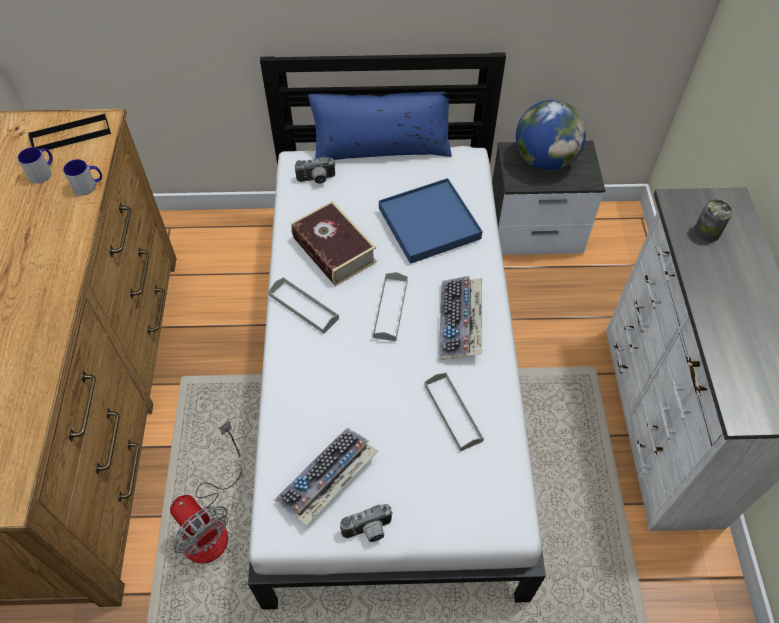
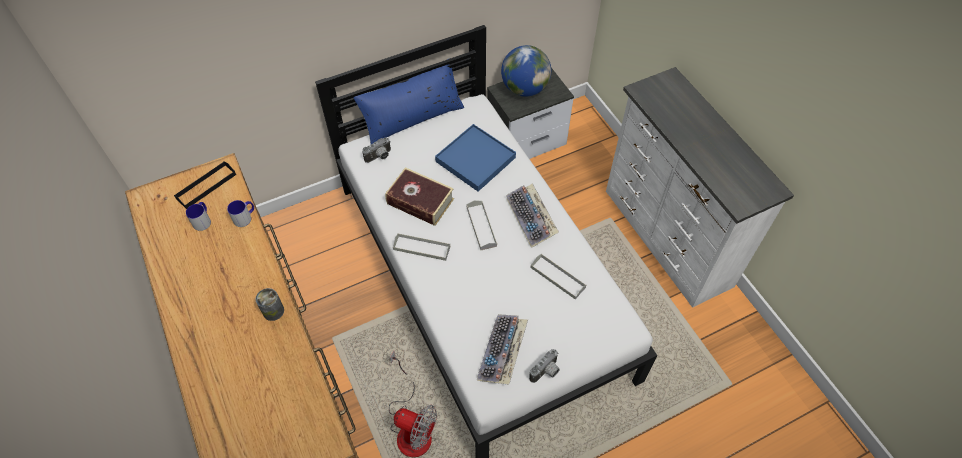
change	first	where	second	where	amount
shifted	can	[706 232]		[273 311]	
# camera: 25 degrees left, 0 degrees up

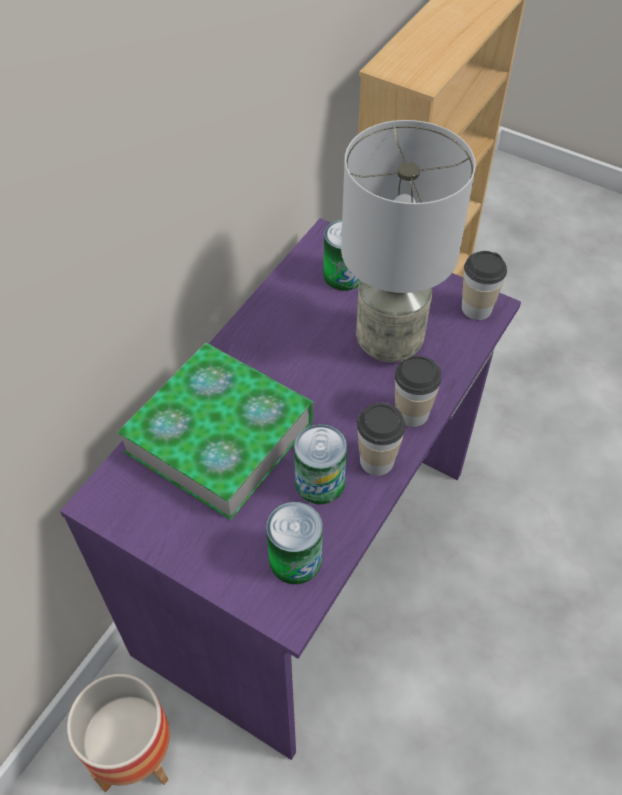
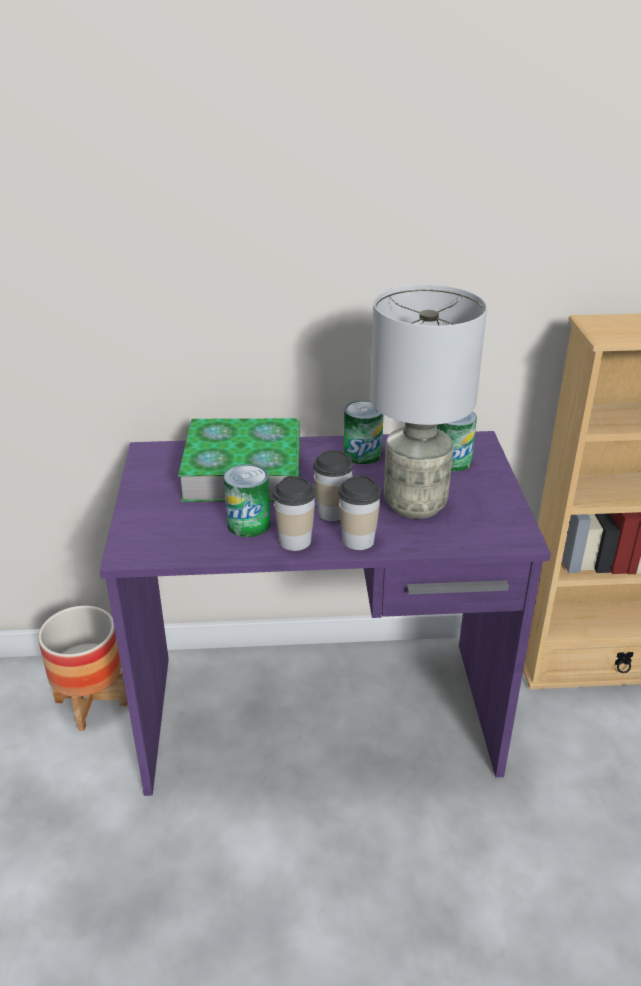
change	first	where	second	where	amount
shifted	can	[295 559]		[362 454]	
shifted	cup	[476 308]		[332 512]	
# camera: 55 degrees right, 20 degrees down

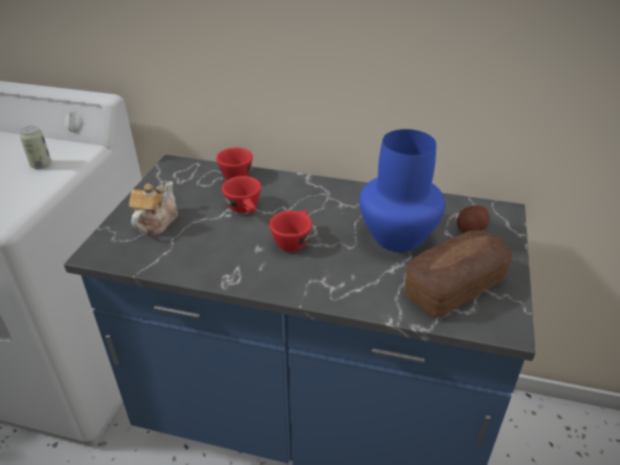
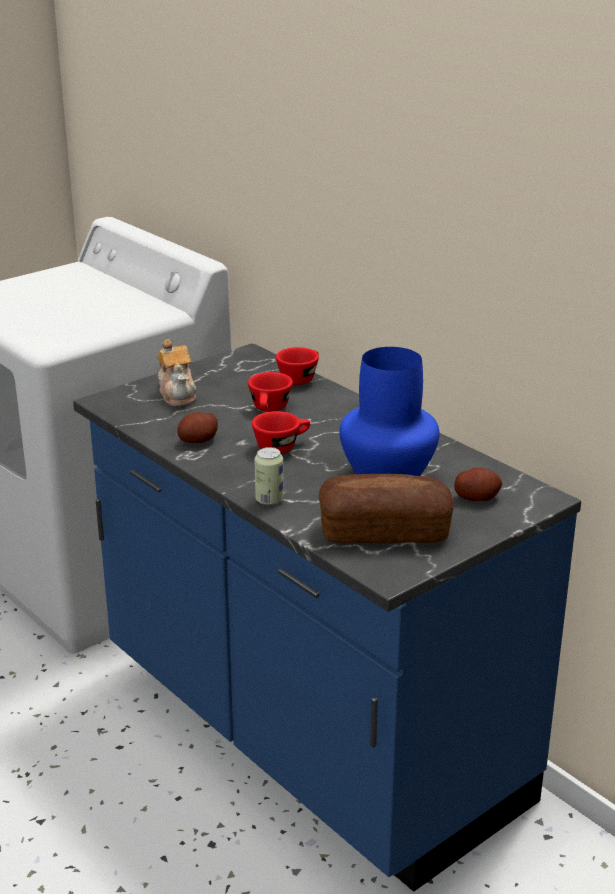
change	first	where	second	where	amount
new			potato	[198 441]	
shifted	can	[41 165]		[269 500]	
rotated	teapot	[156 222]		[178 394]	105 degrees clockwise
# camera: 35 degrees right, 10 degrees down

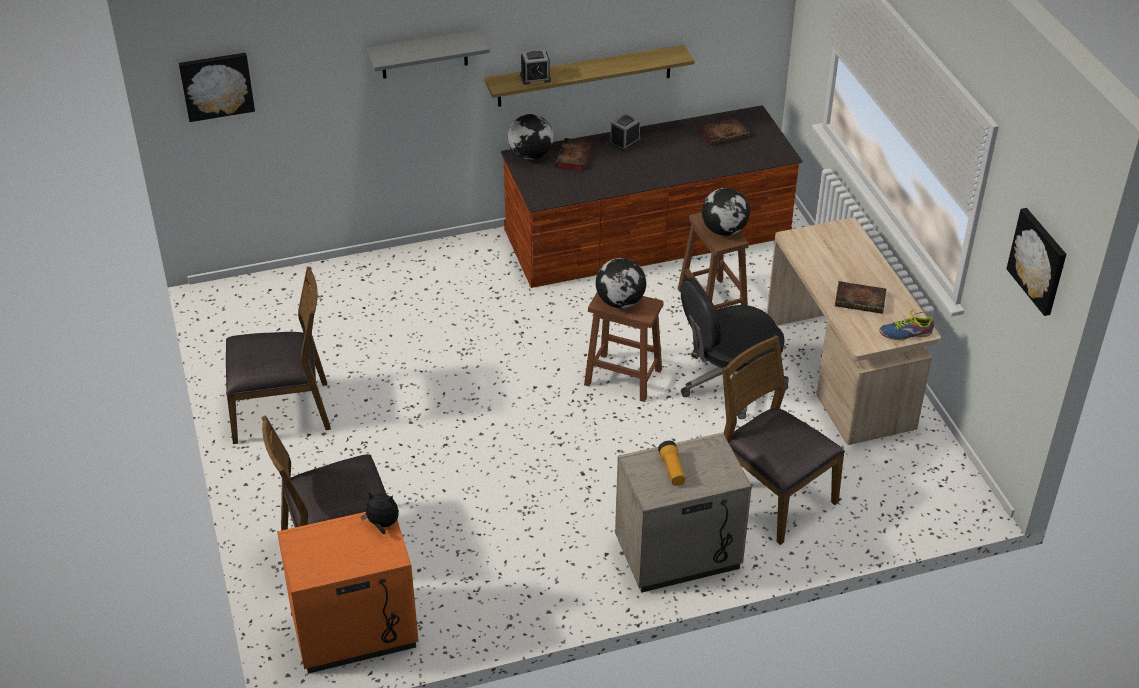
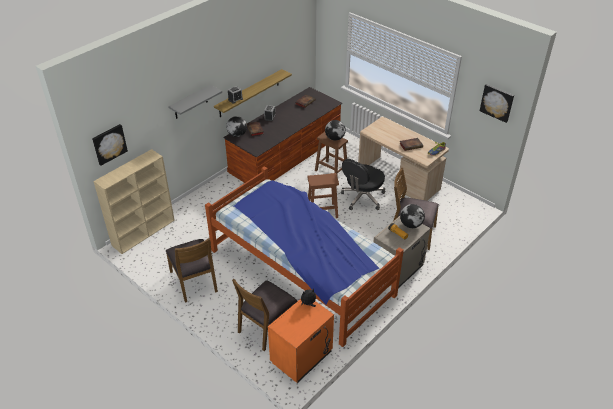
change	first	where	second	where	amount
new			beige_bookcase	[144 232]	
new			bed	[301 271]	
shifted	globe	[621 302]		[411 224]	
rotated	brown_chair	[281 410]		[194 281]	105 degrees clockwise
# camera: 30 degrees left, 0 degrees up

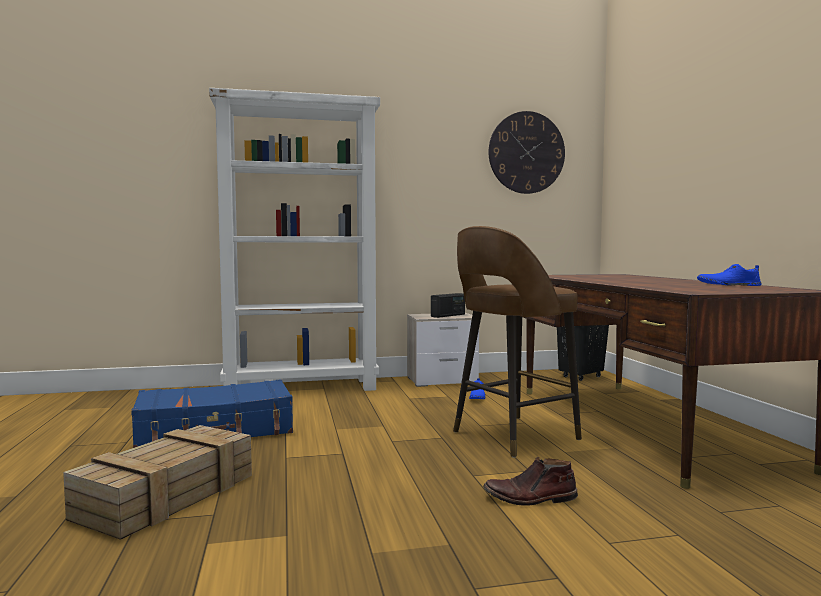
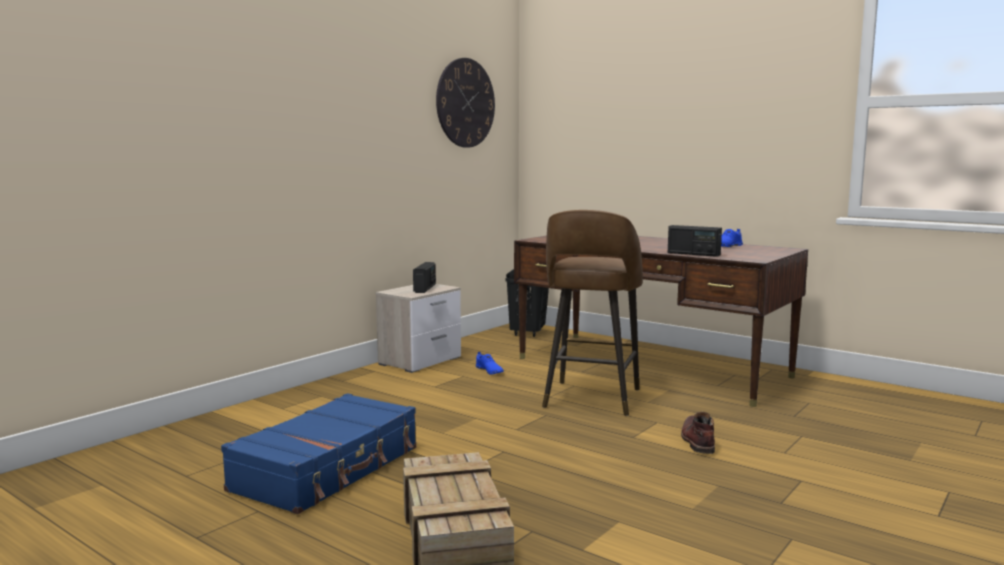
change	first	where	second	where	amount
gone	white_bookcase	[302 388]			
new			radio	[693 254]	
rotated	brown_boot	[530 498]		[697 441]	135 degrees clockwise
# camera: 40 degrees left, 5 degrees up

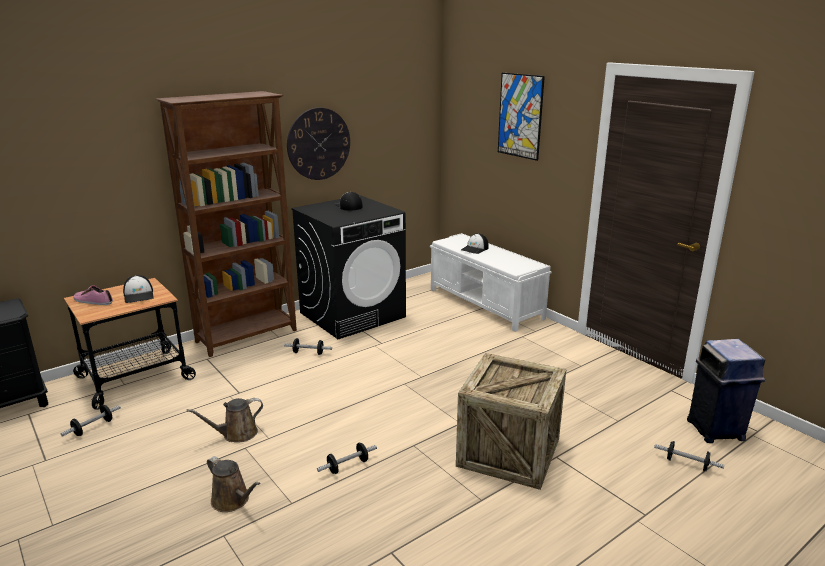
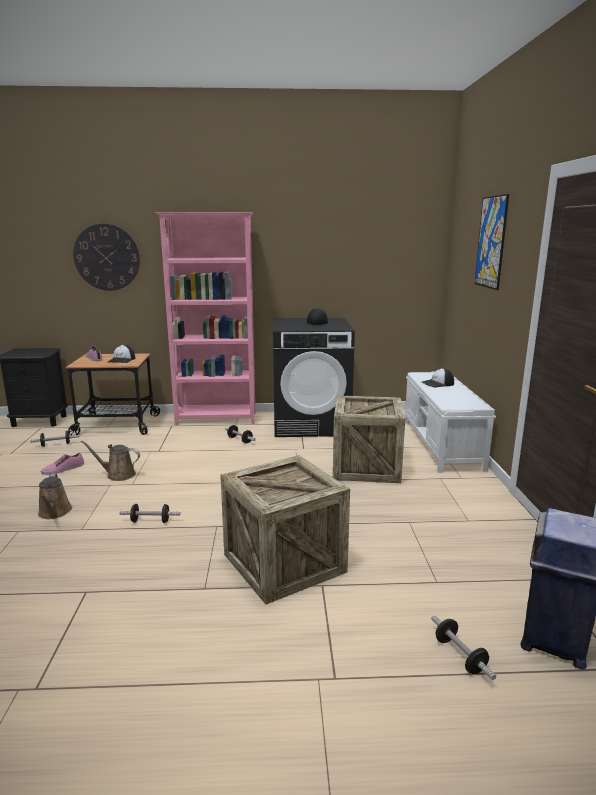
change	first	where	second	where	amount
new			shoe	[63 469]	
new			crate	[366 467]	
shifted	wall_clock	[318 144]		[107 257]	
repainted	brown_bookcase	[248 336]	pink_bookcase	[217 419]	
# camera: 35 degrees right, 5 degrees down

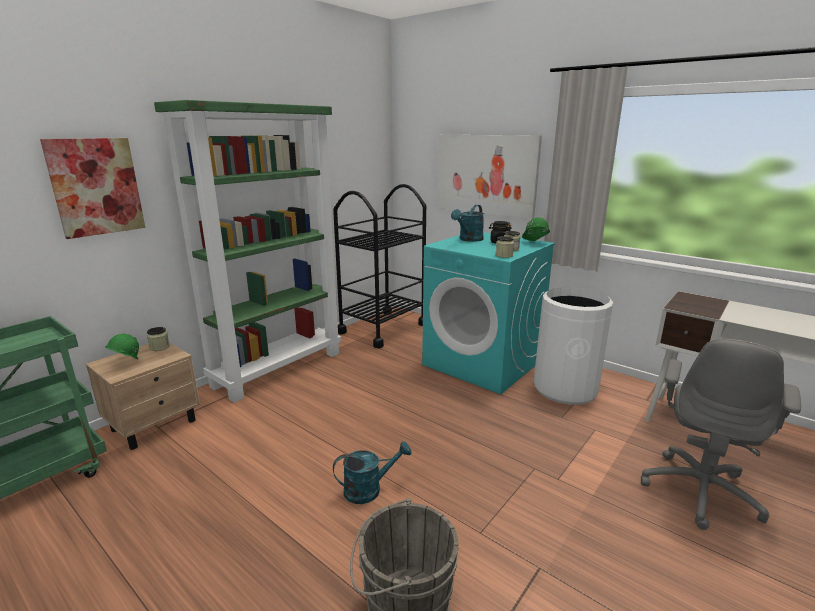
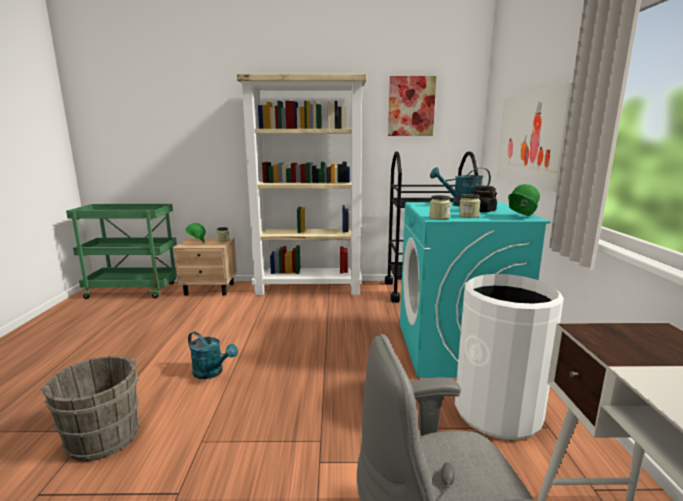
change	first	where	second	where	amount
shifted	picture	[96 187]		[411 106]	
repainted	green_bookcase	[279 368]	beige_bookcase	[309 288]	
# camera: 50 degrees right, 5 degrees down

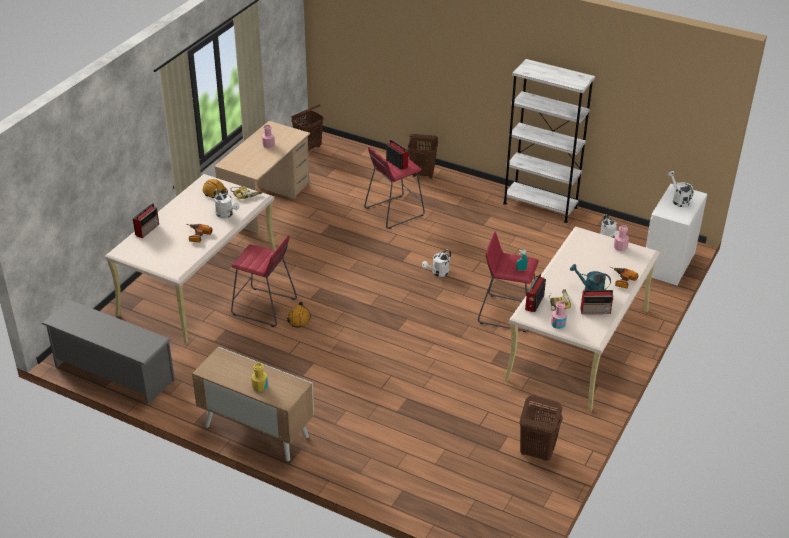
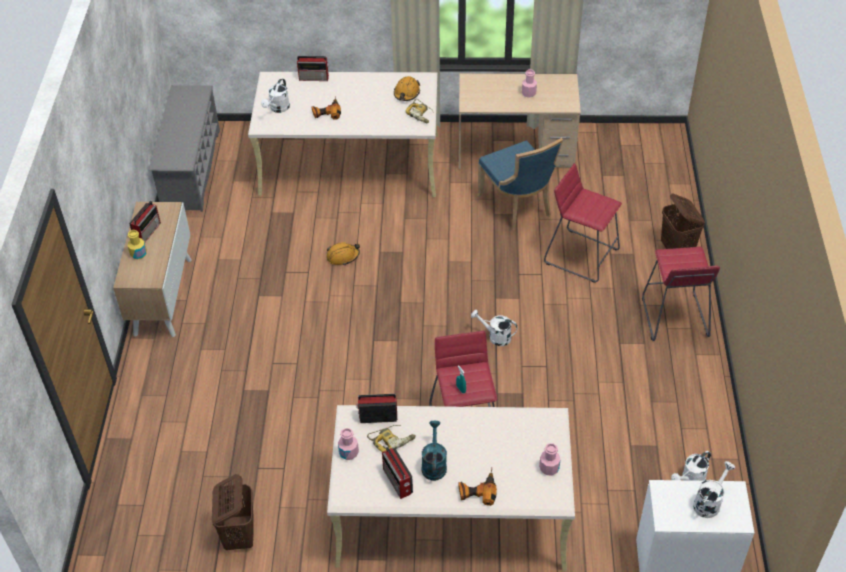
change	first	where	second	where	amount
gone	brown_laundry_basket	[308 148]			
gone	white_bookcase	[540 205]			
new			blue_chair	[517 206]	
shifted	white_watering_can	[226 214]		[278 109]	
shifted	red_stool	[264 307]		[674 317]	
shifted	radio	[396 163]		[148 231]	
# camera: 65 degrees right, 10 degrees up

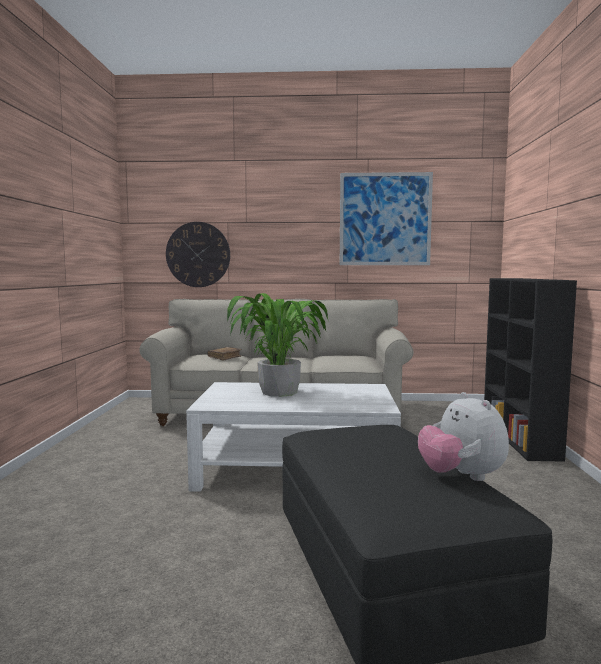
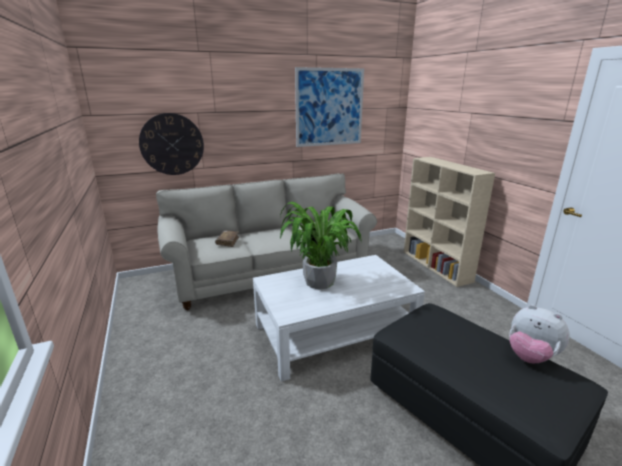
change	first	where	second	where	amount
repainted	black_bookcase	[520 438]	beige_bookcase	[436 266]	
# camera: 25 degrees left, 15 degrees up

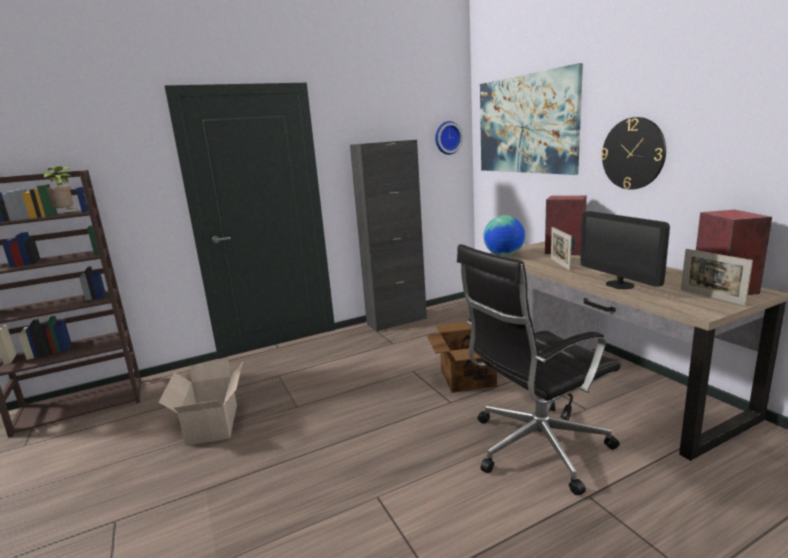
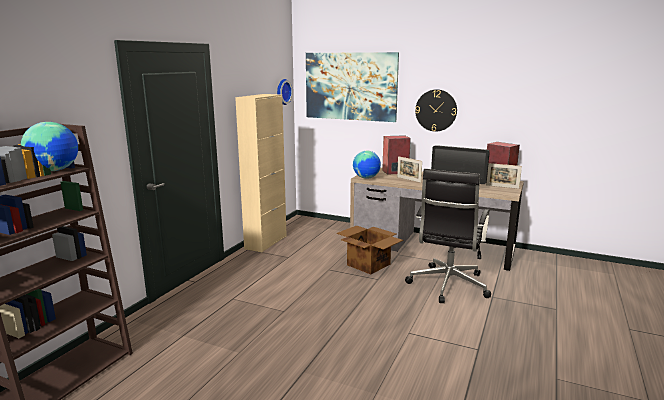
change	first	where	second	where	amount
gone	cardboard_box	[212 425]			
swapped	potted_plant	[67 213]	globe	[55 170]	
repainted	black_cabinet	[396 321]	beige_cabinet	[266 242]	
# camera: 40 degrees left, 0 degrees up

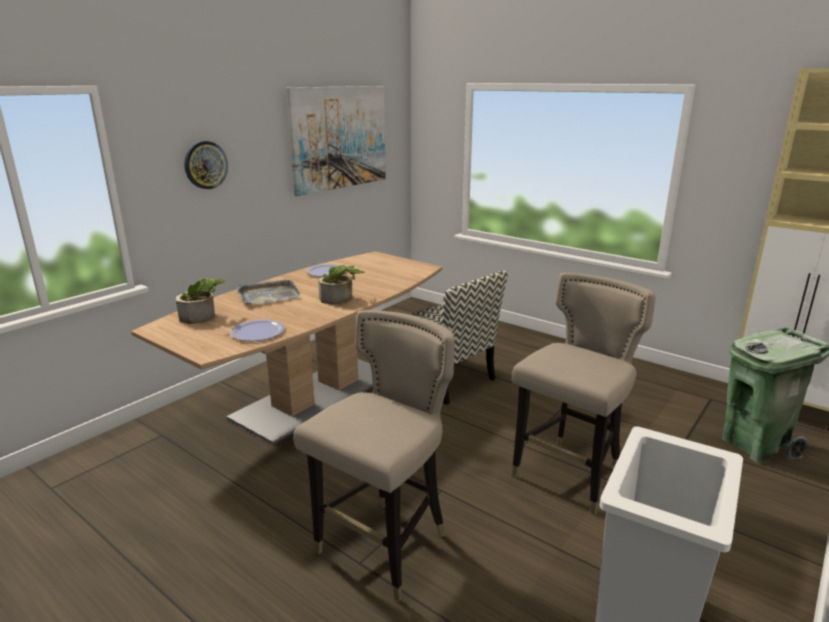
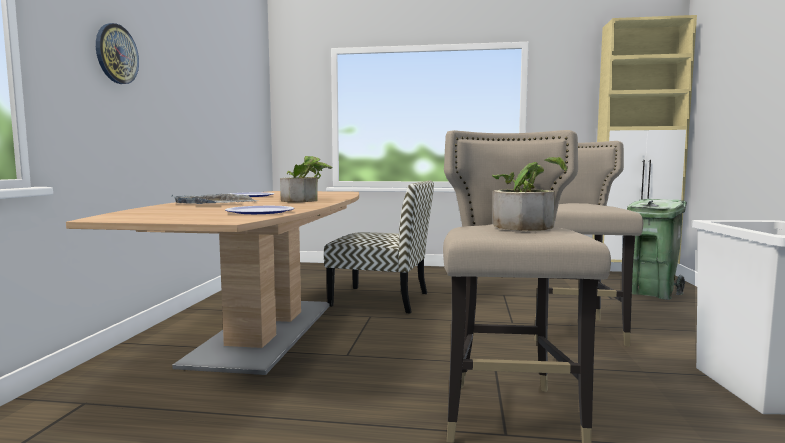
change	first	where	second	where	amount
gone	picture	[339 138]			
shifted	potted_plant	[203 316]		[525 225]	
# camera: 30 degrees left, 15 degrees down

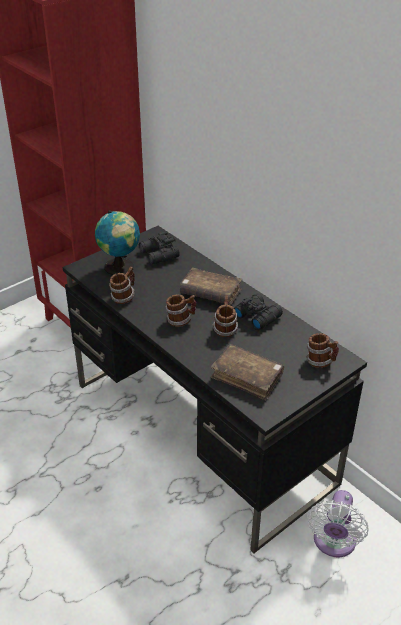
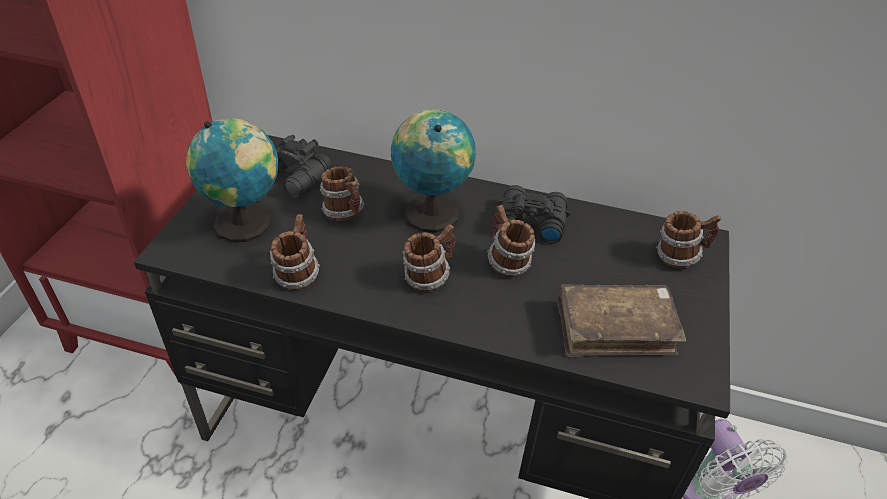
change	first	where	second	where	amount
new			mug	[345 213]	
swapped	brown_book	[210 293]	globe	[430 211]	
# camera: 35 degrees left, 5 degrees up

